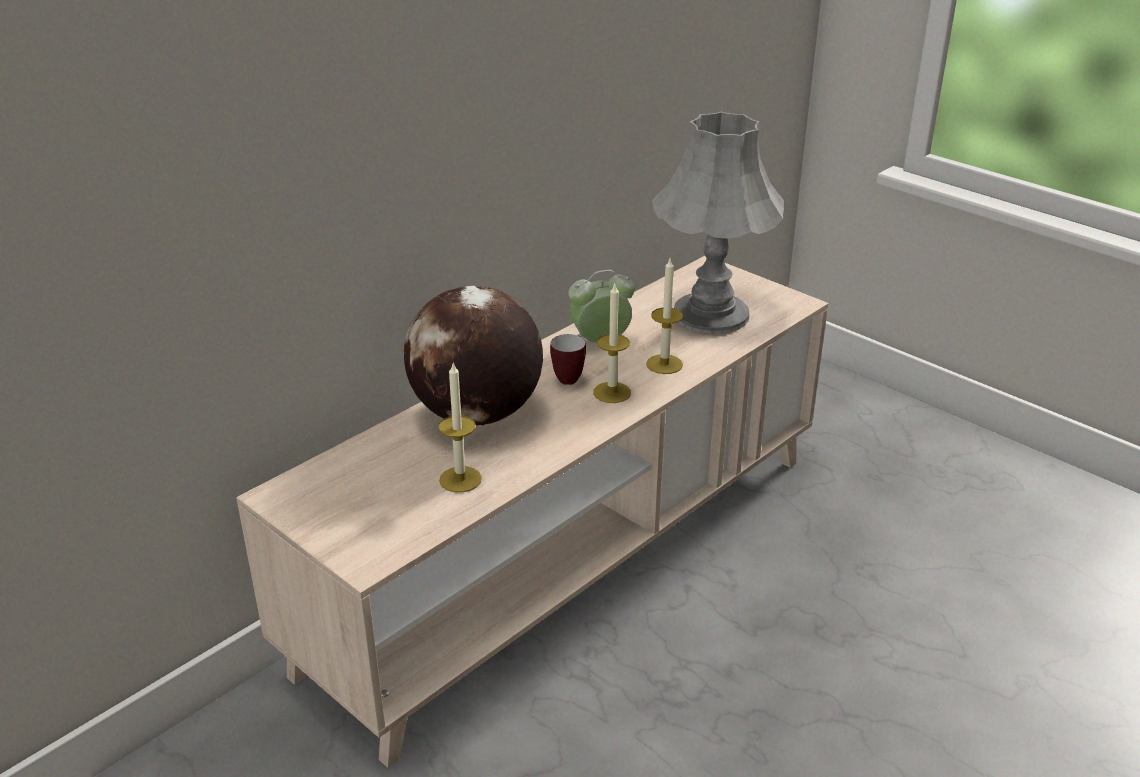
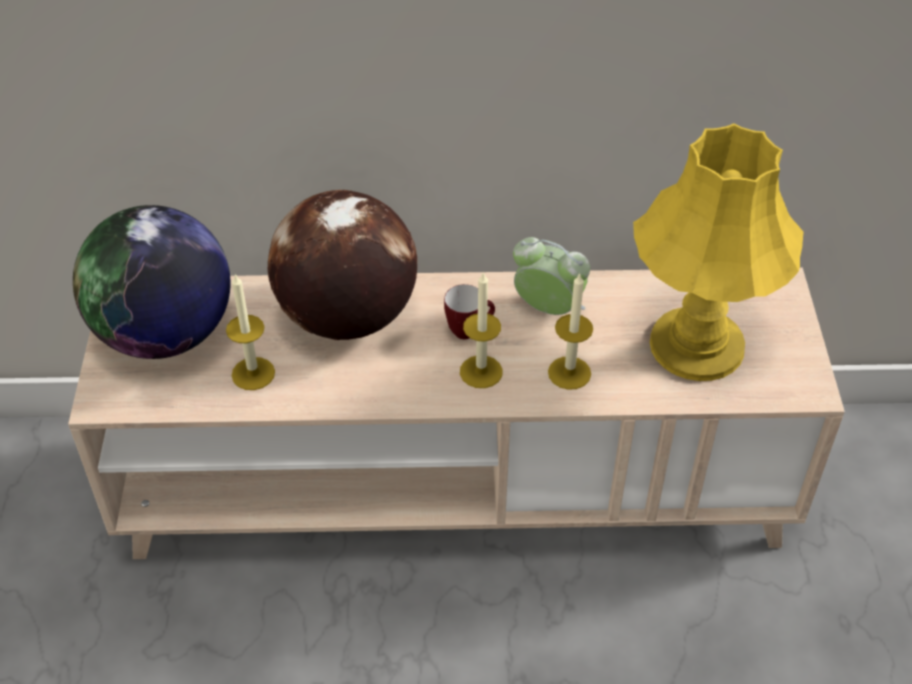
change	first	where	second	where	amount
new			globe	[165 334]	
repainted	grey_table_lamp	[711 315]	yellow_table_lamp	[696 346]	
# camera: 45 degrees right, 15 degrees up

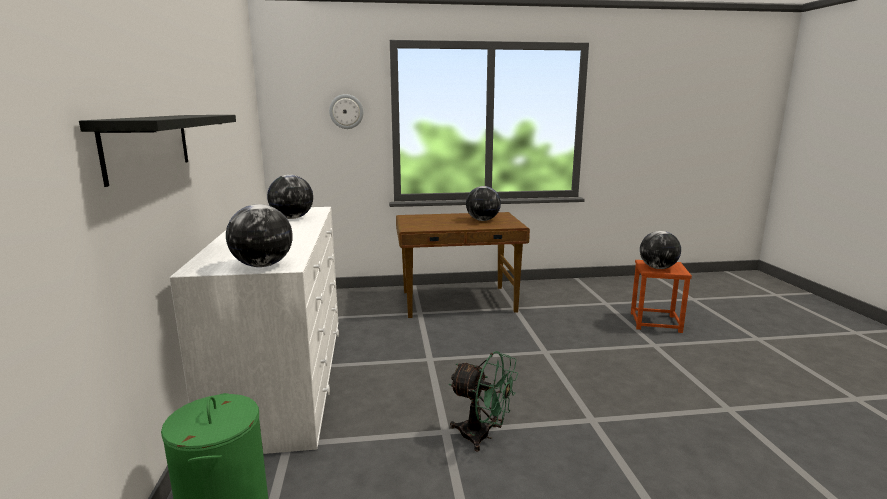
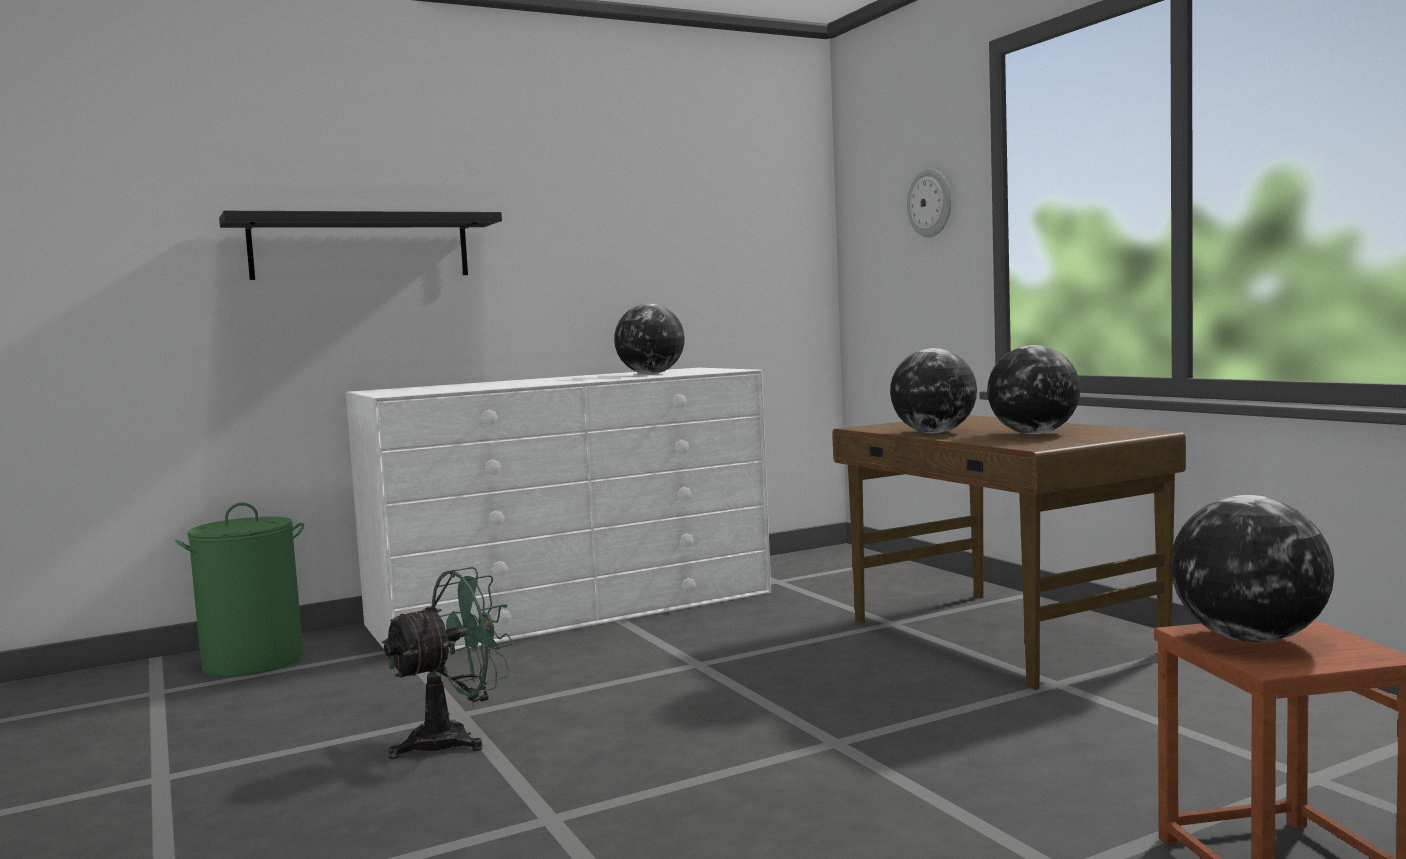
change	first	where	second	where	amount
shifted	globe	[263 265]		[934 433]	
rotated	green_fan	[482 436]		[454 739]	135 degrees counterclockwise
# camera: 70 degrees right, 10 degrees down

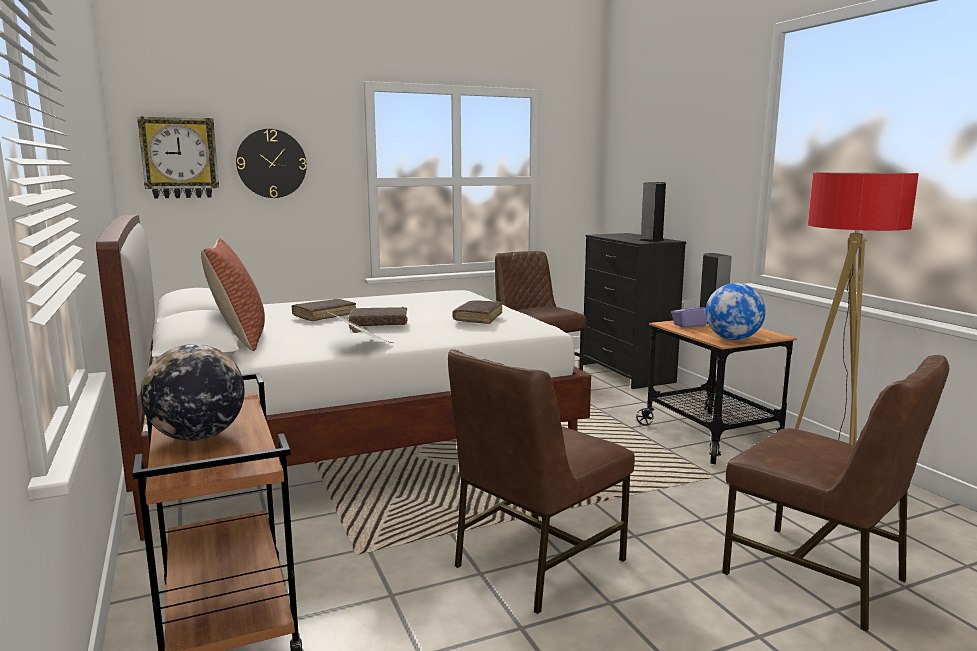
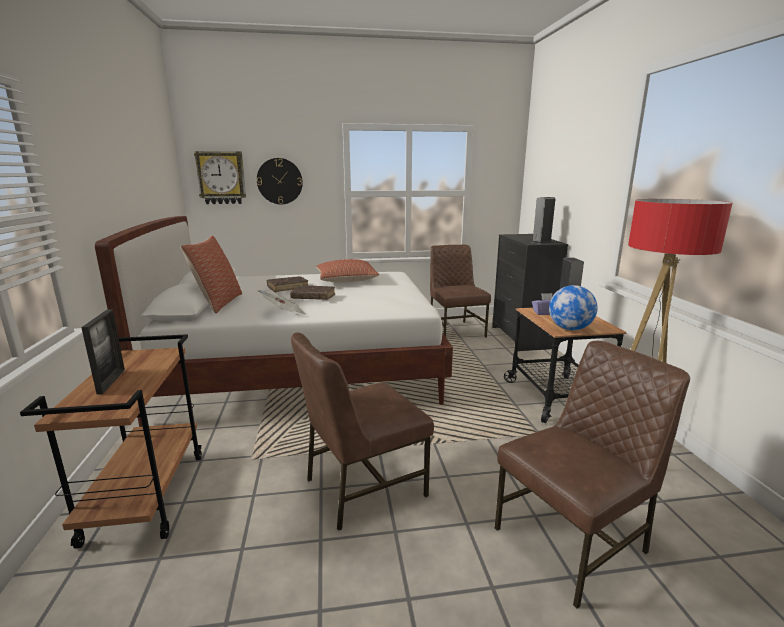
change	first	where	second	where	amount
gone	brown_book	[478 318]			
new			pillow	[346 280]	
swapped	globe	[198 437]	picture_frame	[111 381]	
rotated	brown_chair	[817 577]		[573 541]	90 degrees counterclockwise
# camera: 15 degrees right, 5 degrees up

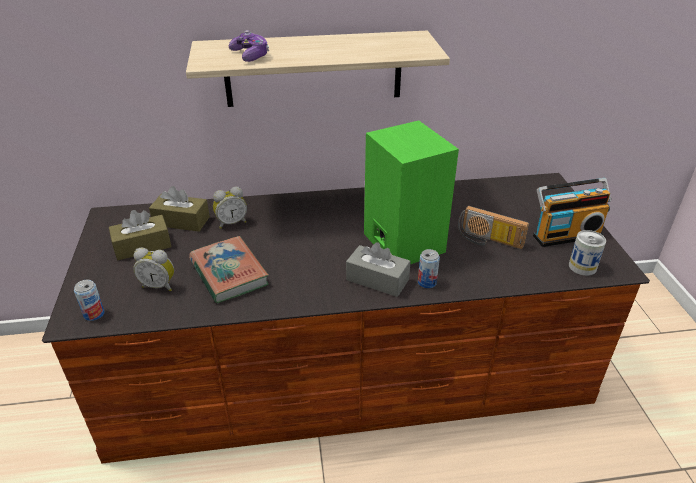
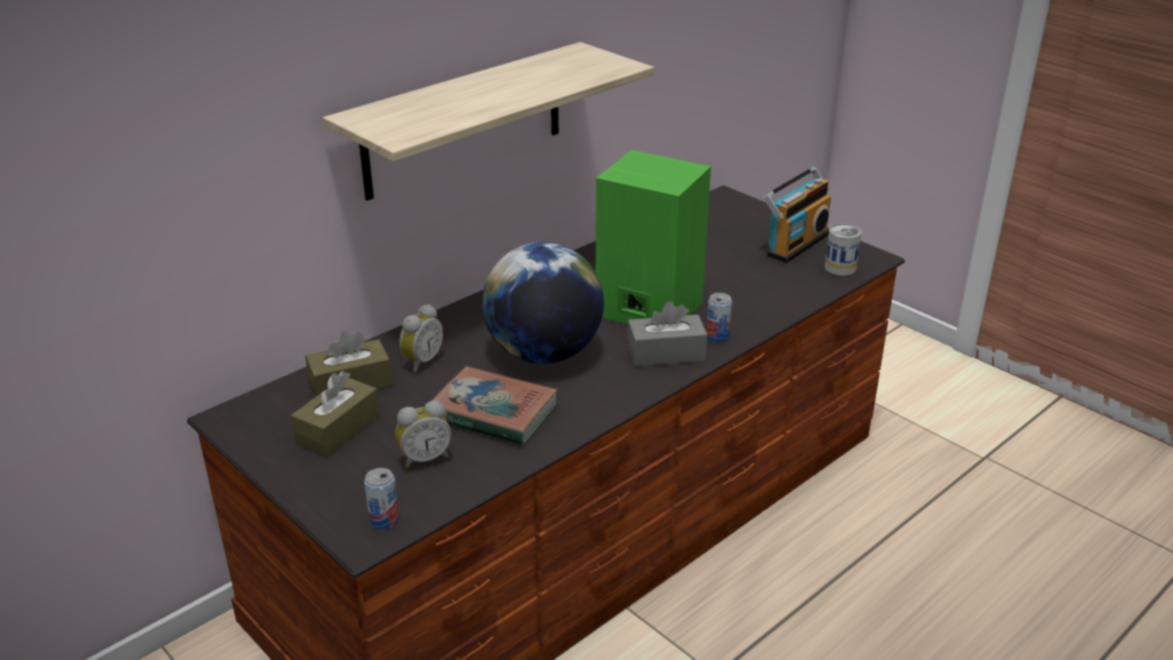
change	first	where	second	where	amount
gone	game_controller	[250 55]			
gone	radio	[488 241]			
new			globe	[544 354]	
# camera: 35 degrees left, 5 degrees down

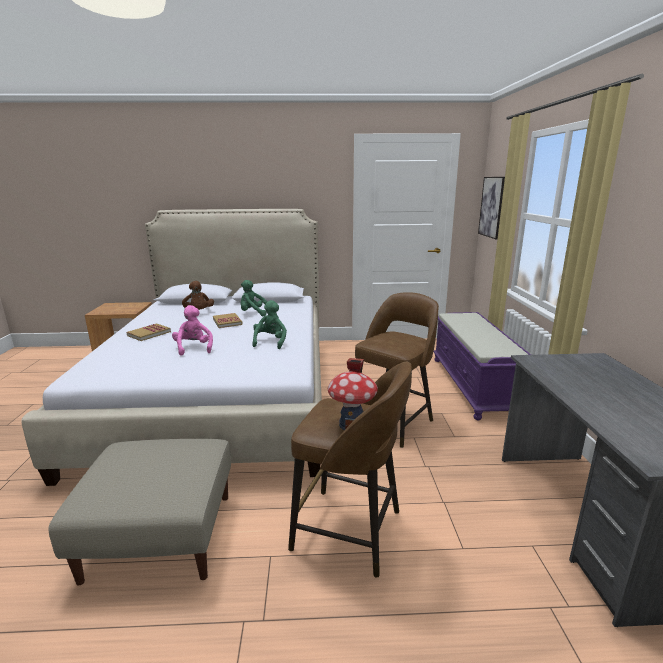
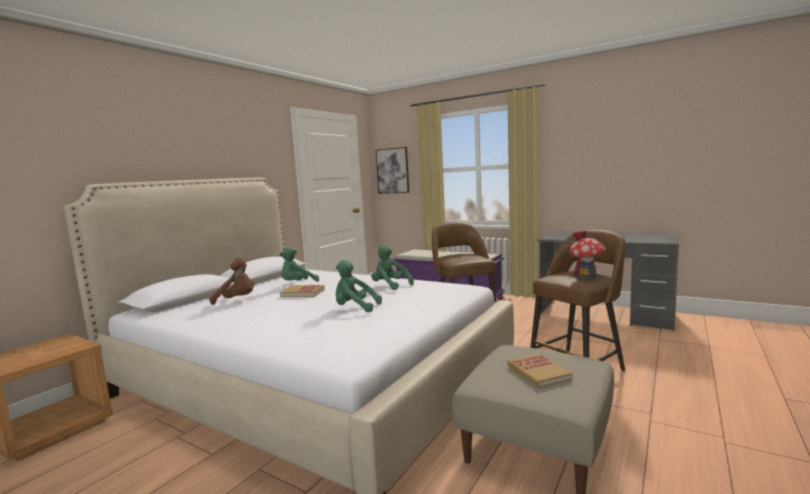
change	first	where	second	where	amount
shifted	book	[149 333]		[538 372]	
repainted	pink_plush_toy	[194 348]	green_plush_toy	[355 308]	
# camera: 55 degrees left, 10 degrees down

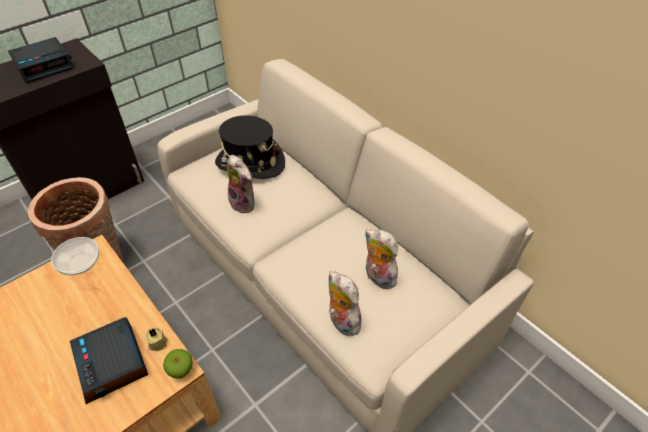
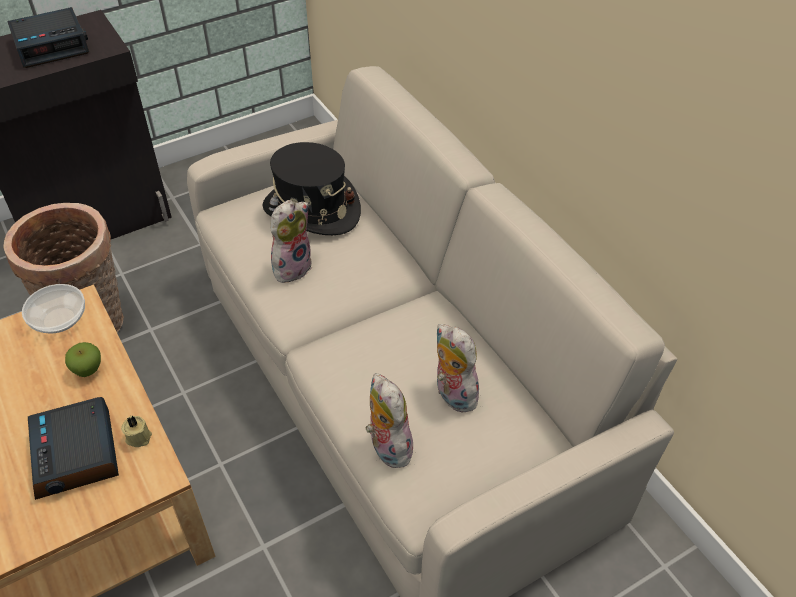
change	first	where	second	where	amount
shifted	apple	[181 370]		[88 370]	
rotated	plush_toy	[244 203]		[292 266]	105 degrees counterclockwise
# camera: 10 degrees right, 0 degrees up

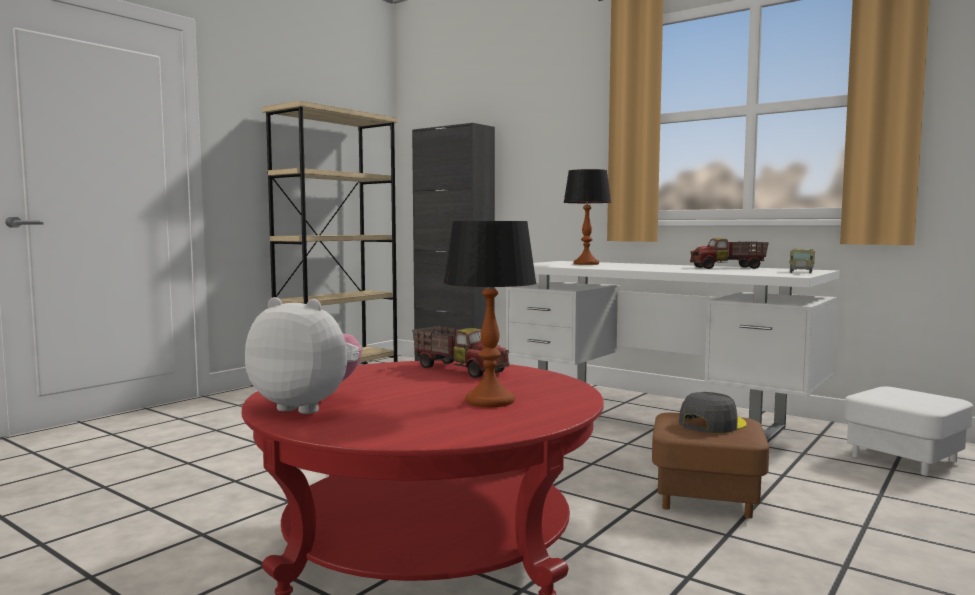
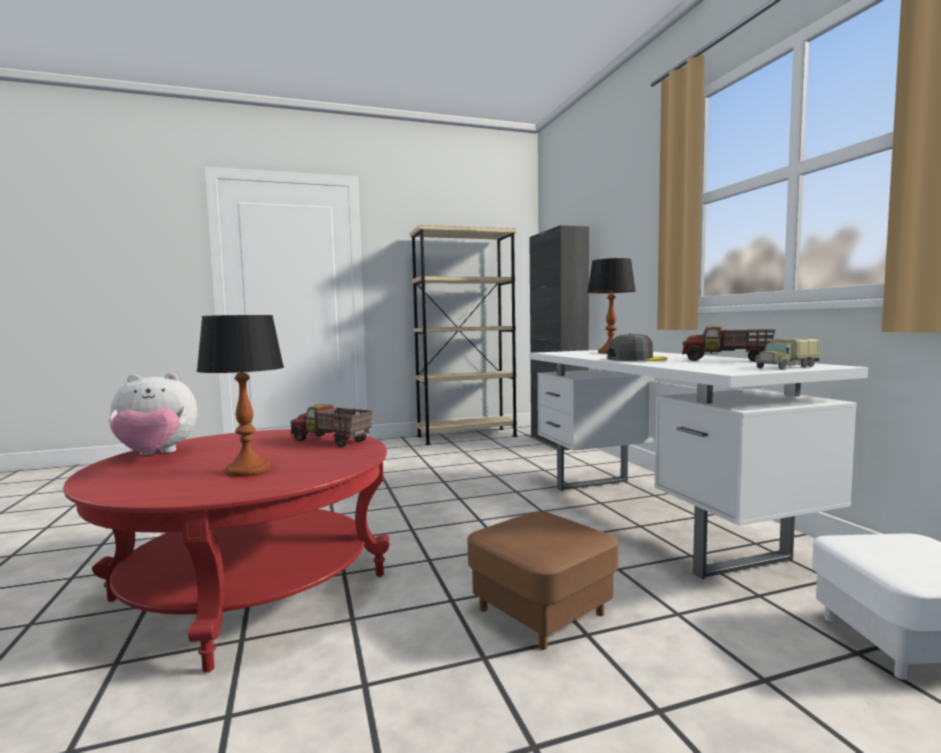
change	first	where	second	where	amount
shifted	grey_cap	[711 424]		[636 359]	
rotated	plush_toy	[307 406]		[155 455]	105 degrees clockwise
rotated	toy_truck	[459 369]		[331 441]	135 degrees clockwise
# camera: 35 degrees right, 0 degrees up

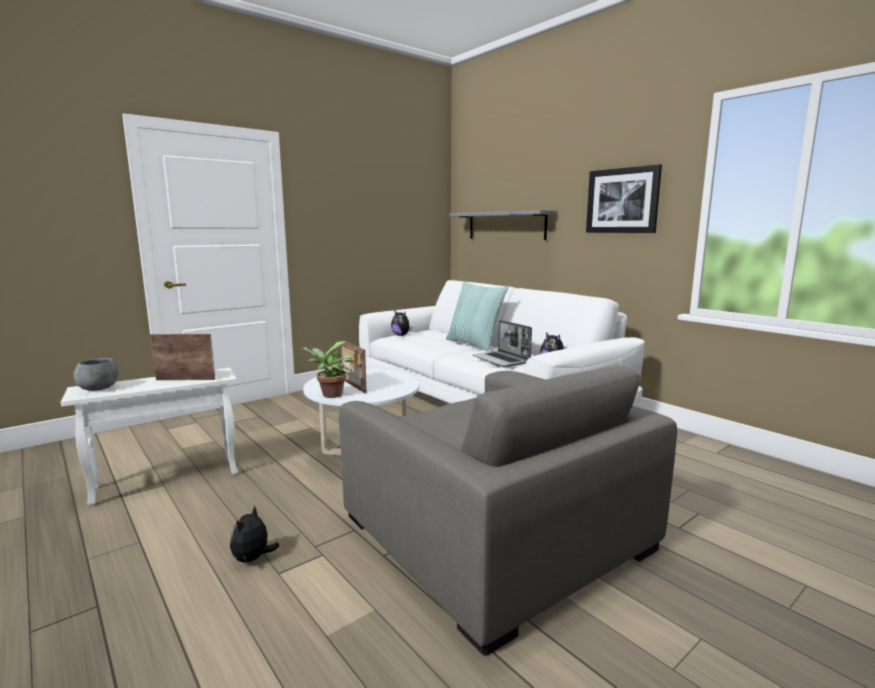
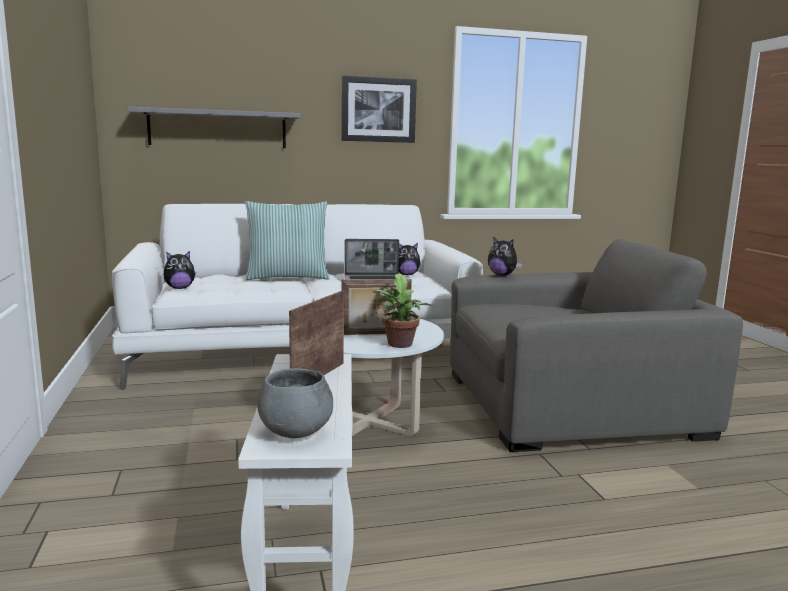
change	first	where	second	where	amount
shifted	plush_toy	[253 559]		[502 275]	
# camera: 65 degrees left, 0 degrees up

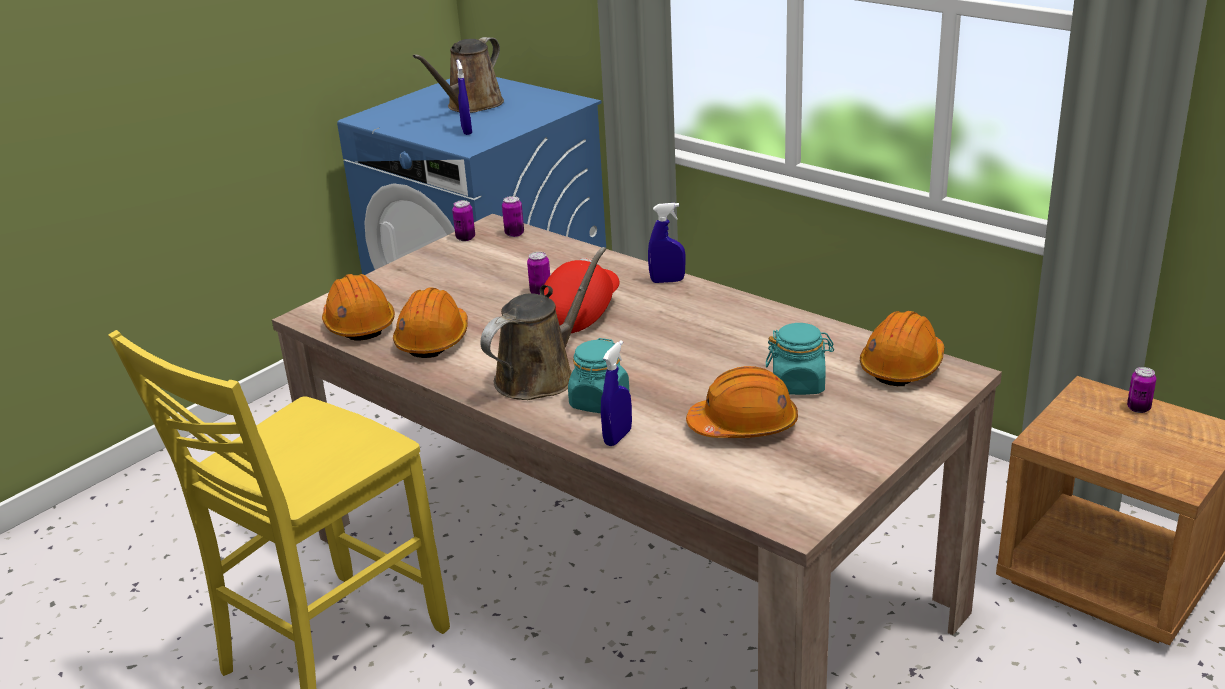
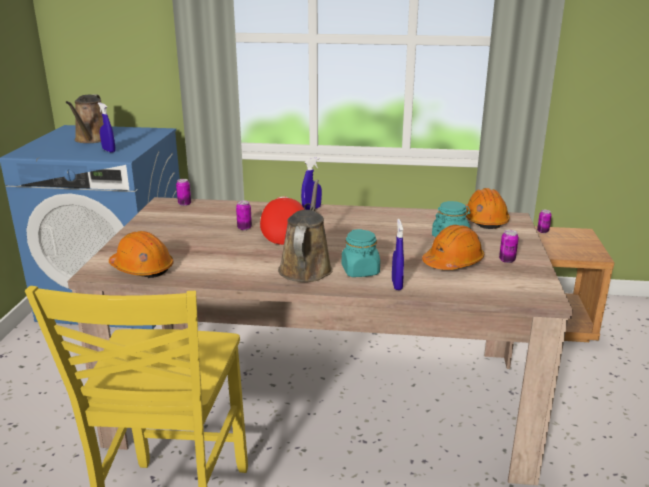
change	first	where	second	where	amount
gone	orange_hard_hat	[433 339]			
shifted	can	[465 238]		[507 260]	
# camera: 35 degrees left, 5 degrees down

